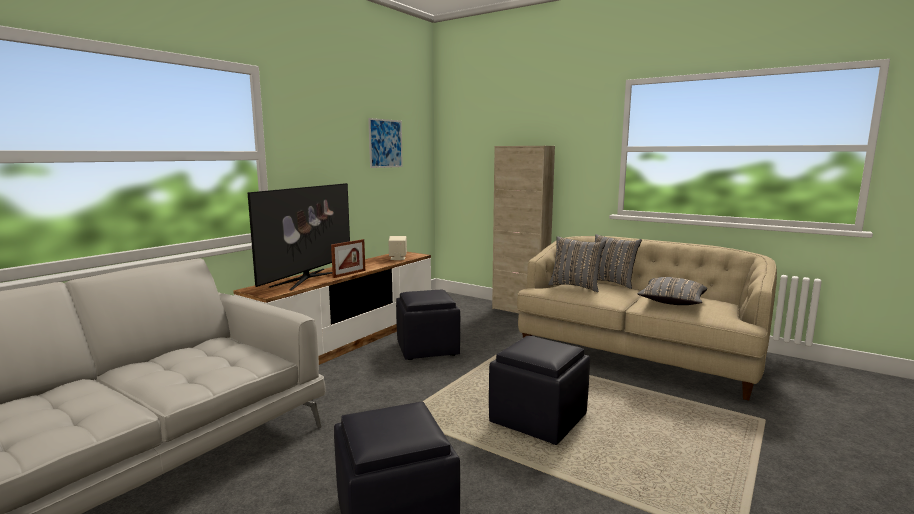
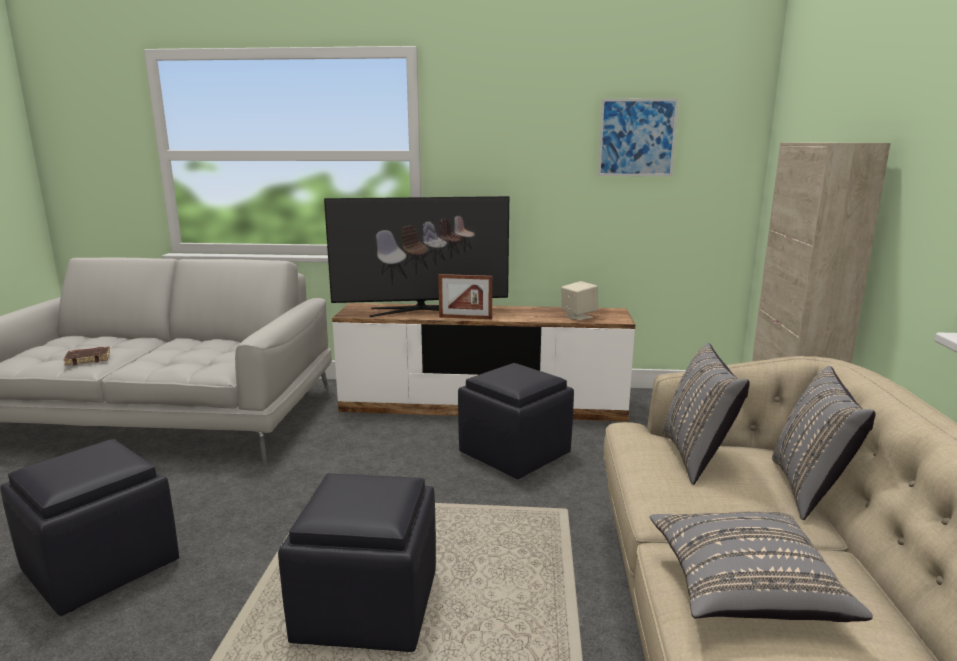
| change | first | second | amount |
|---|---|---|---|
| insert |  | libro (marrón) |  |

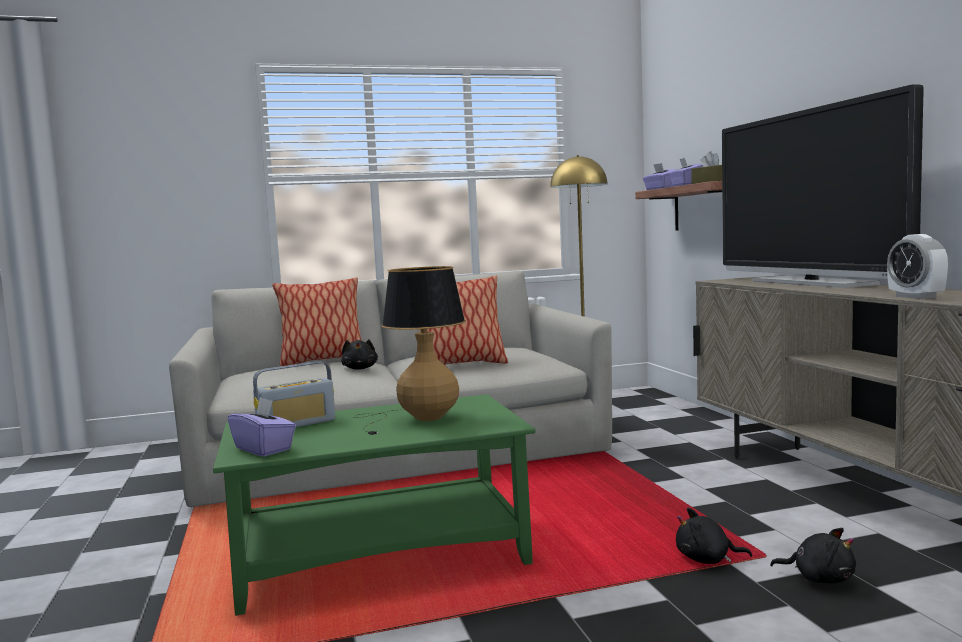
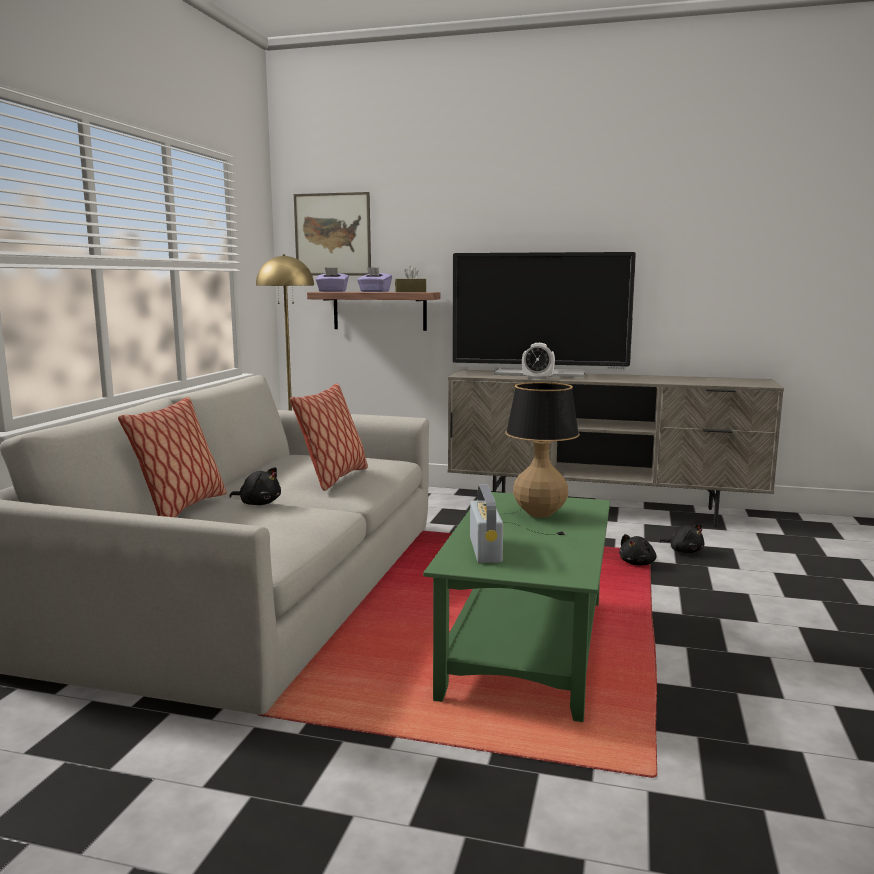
| change | first | second | amount |
|---|---|---|---|
| move | despertador |  |  |
| delete | caja de pañuelos (morado) (1st from left) |  |  |
| rotate | peluche (negro) (3rd from left) |  | 75 degrees clockwise |
| insert |  | cuadro |  |

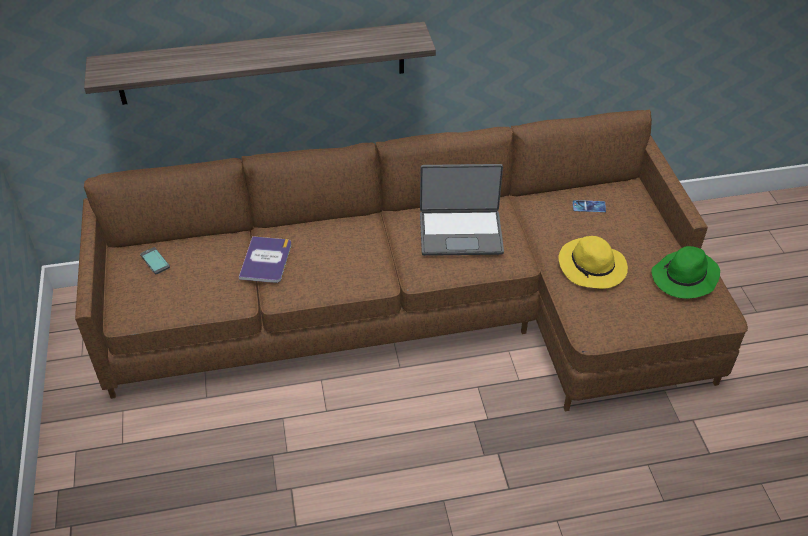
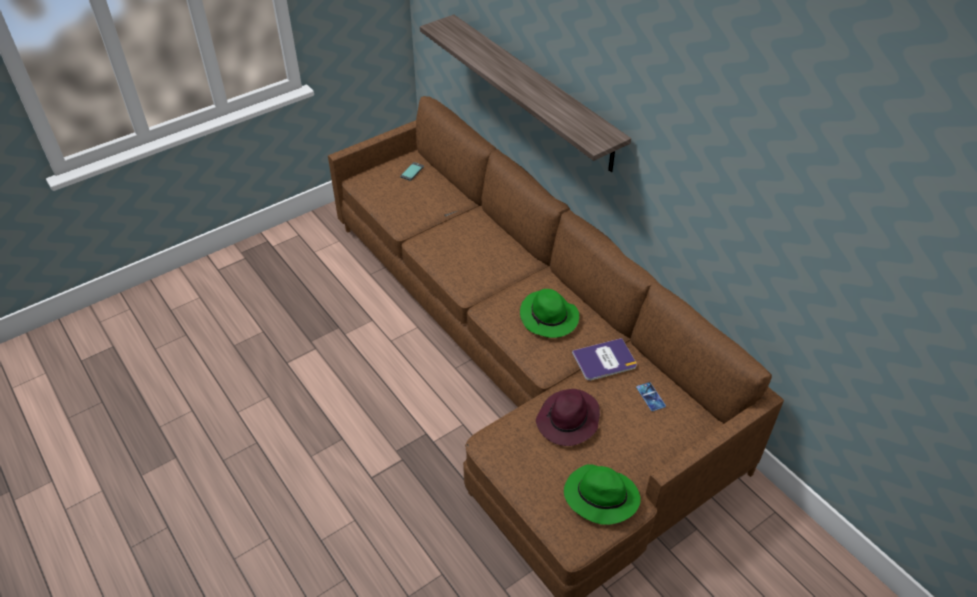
| change | first | second | amount |
|---|---|---|---|
| replace | portátil | sombrero (verde) (1st from left) |  |
| move | libro |  |  |
| recolor | sombrero (amarillo) | sombrero (morado) |  |

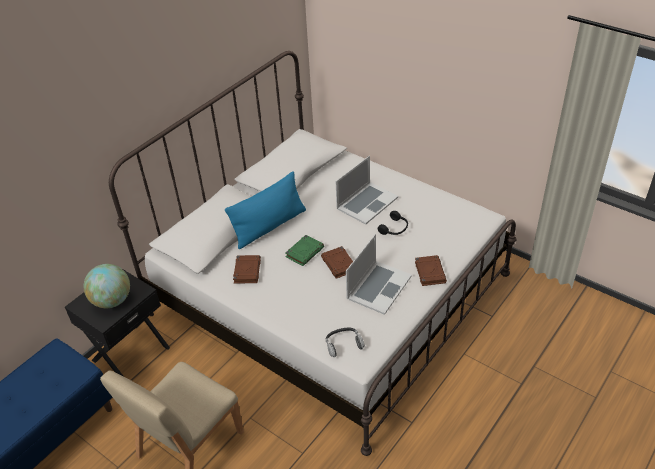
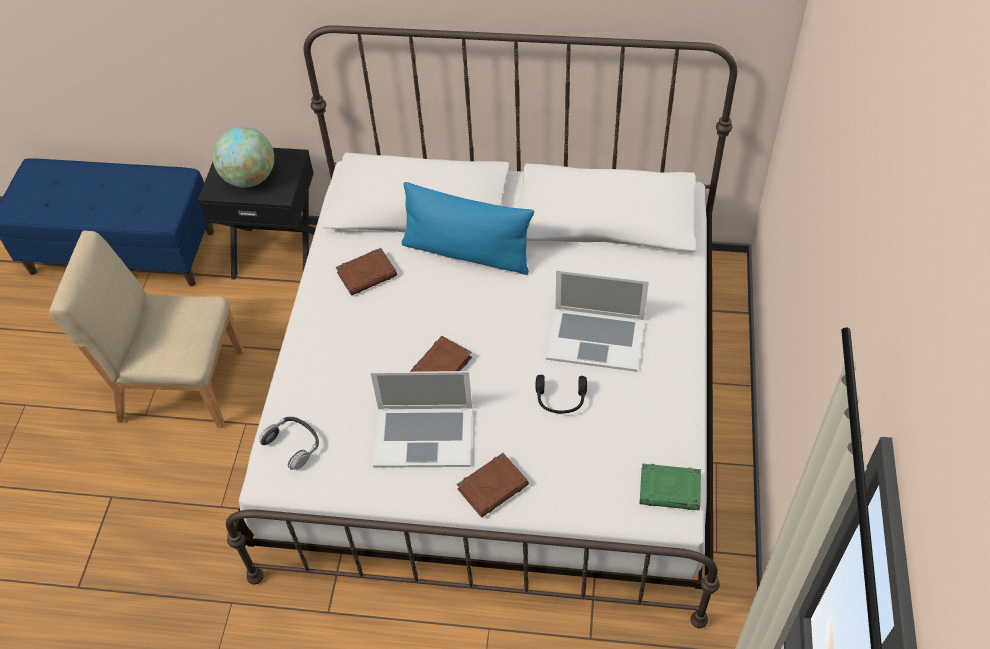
| change | first | second | amount |
|---|---|---|---|
| move | libro (verde) |  |  |

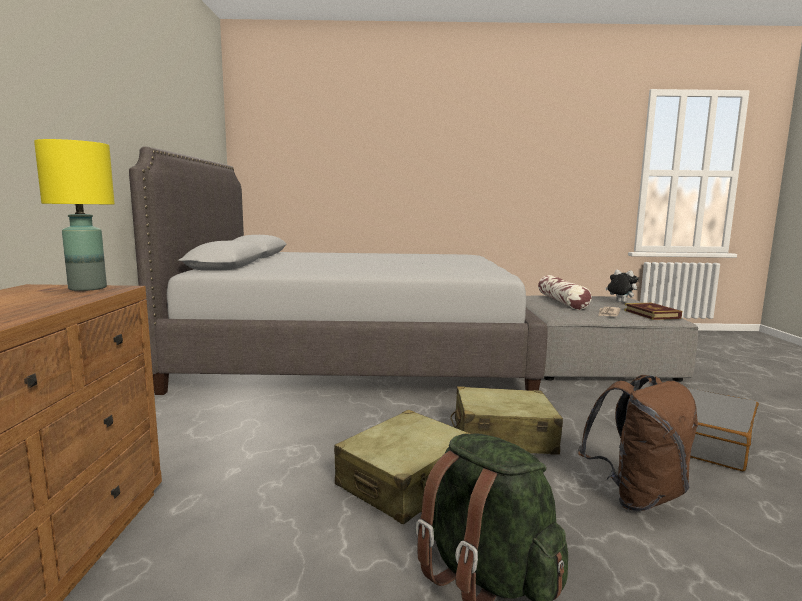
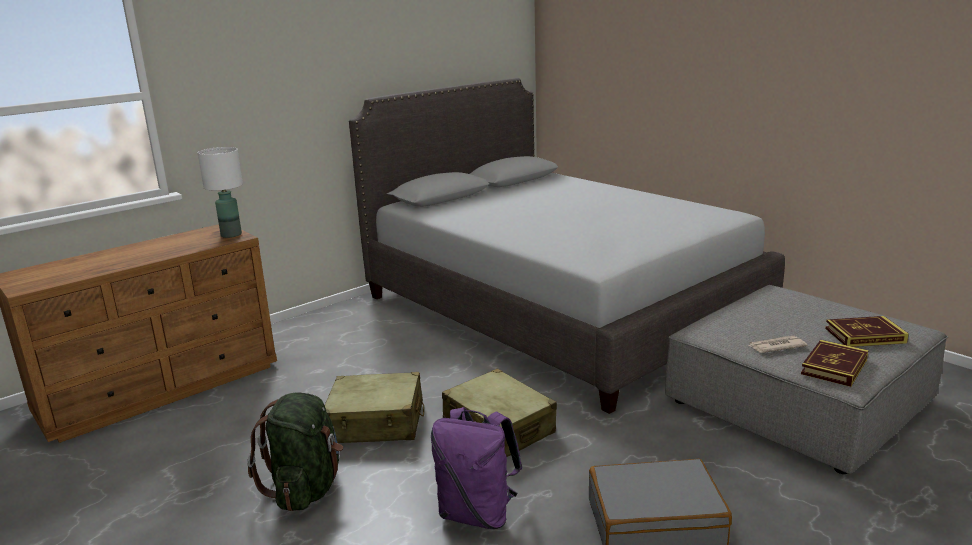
| change | first | second | amount |
|---|---|---|---|
| recolor | lámpara de mesa (amarillo) | lámpara de mesa (blanco) |  |
| replace | peluche | libro (2nd from left) |  |
| delete | cojín |  |  |
| recolor | mochila (marrón) | mochila (morado) |  |

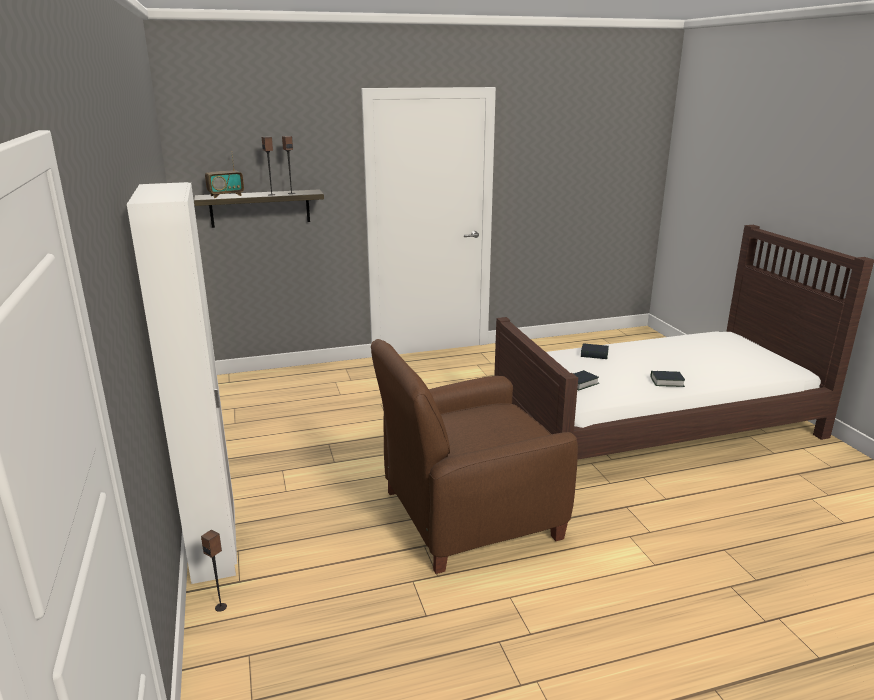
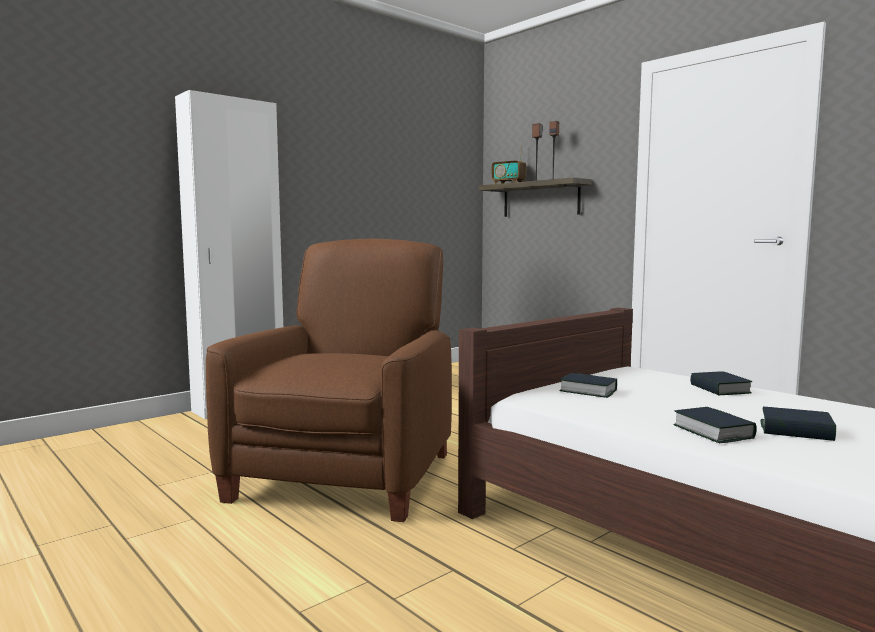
| change | first | second | amount |
|---|---|---|---|
| rotate | sillón (marrón) |  | 60 degrees clockwise |
| delete | altavoz (1st from left) |  |  |
| insert |  | libro (4th from left) |  |

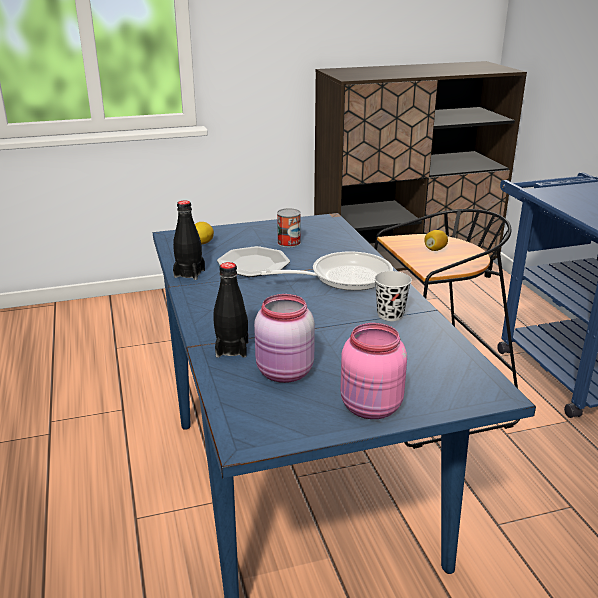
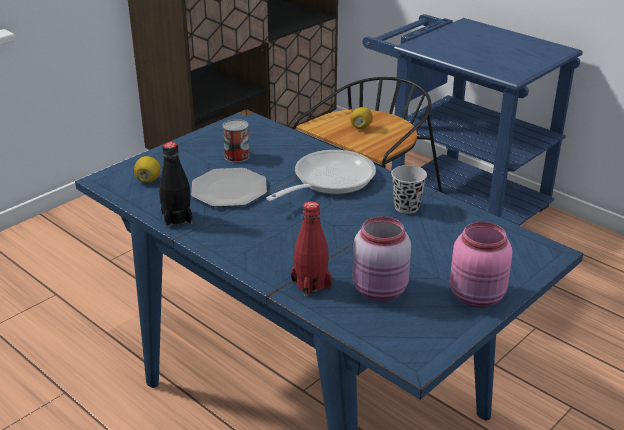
| change | first | second | amount |
|---|---|---|---|
| recolor | botella (negro) (2nd from left) | botella (rojo) |  |

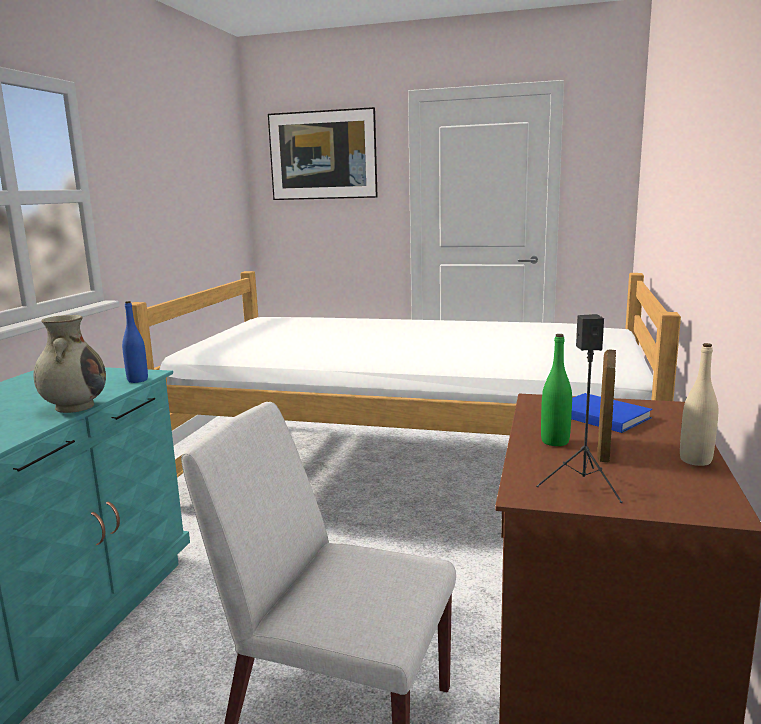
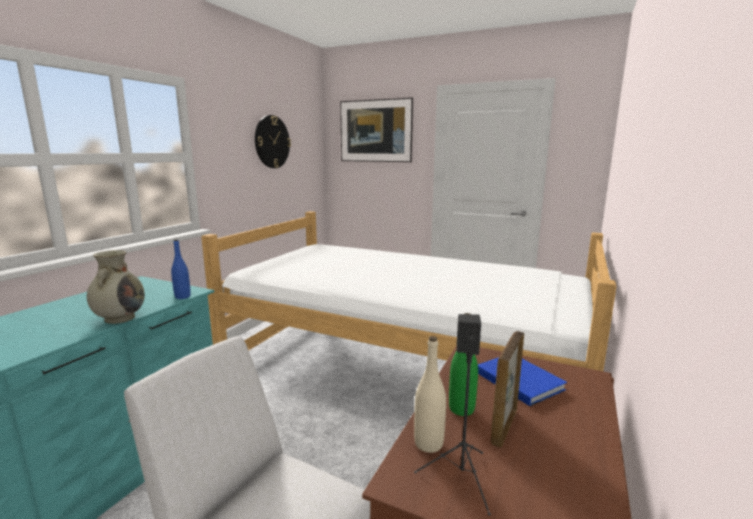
| change | first | second | amount |
|---|---|---|---|
| move | botella (beis) |  |  |
| insert |  | reloj de pared |  |

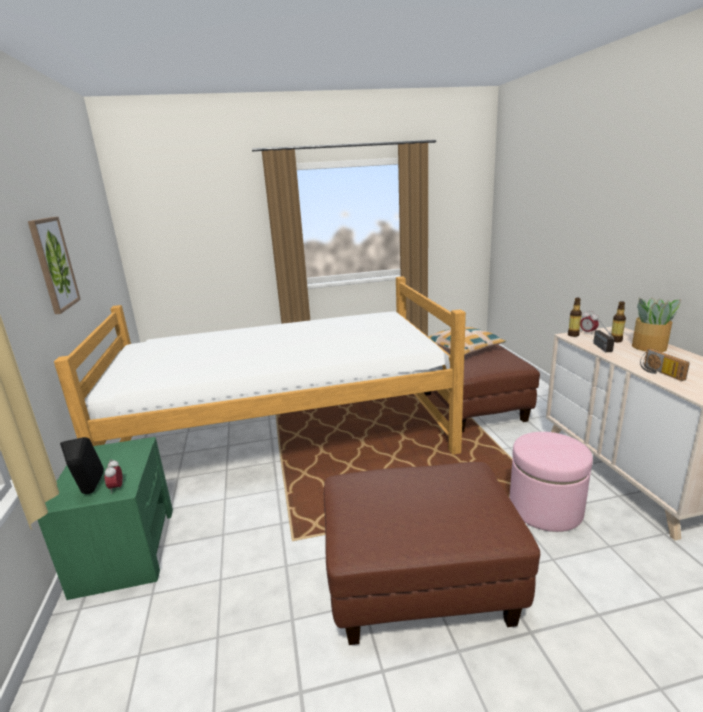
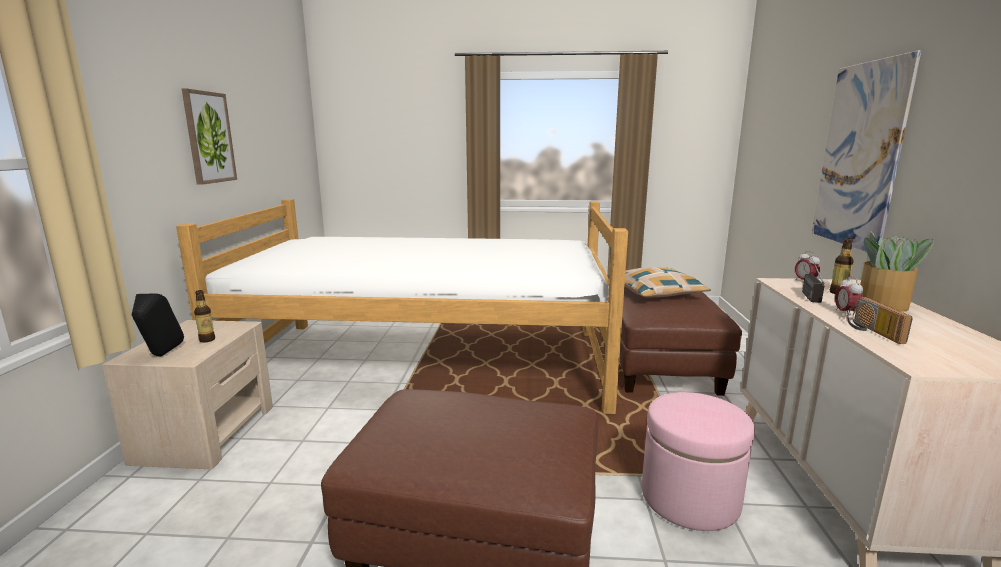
| change | first | second | amount |
|---|---|---|---|
| move | botella (1st from left) |  |  |
| recolor | mesita de noche (verde) | mesita de noche (beis) |  |
| move | despertador (1st from left in the first image) | despertador (2nd from left) |  |
| insert |  | cuadro (2nd from left) |  |

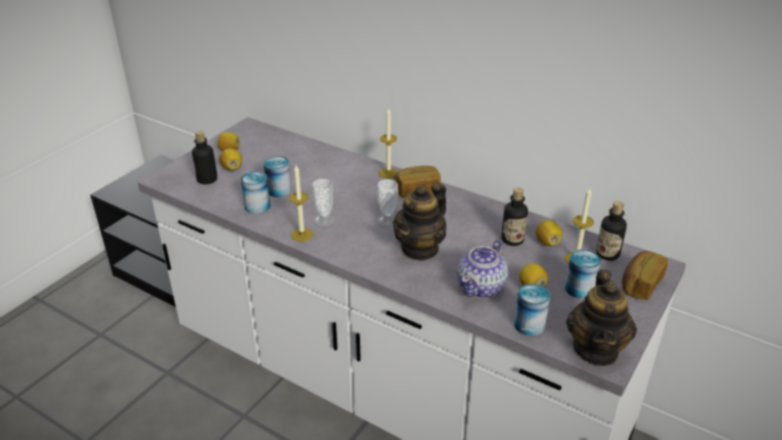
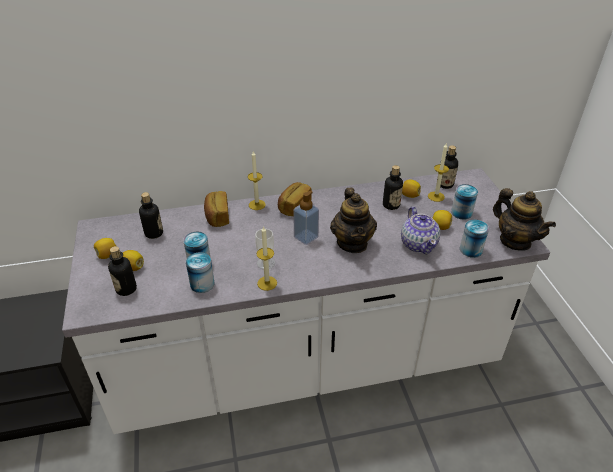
| change | first | second | amount |
|---|---|---|---|
| replace | taza (2nd from left) | dispensador de jabón |  |
| move | pan (2nd from left in the first image) | pan (1st from left) |  |
| insert |  | botella (2nd from left) |  |

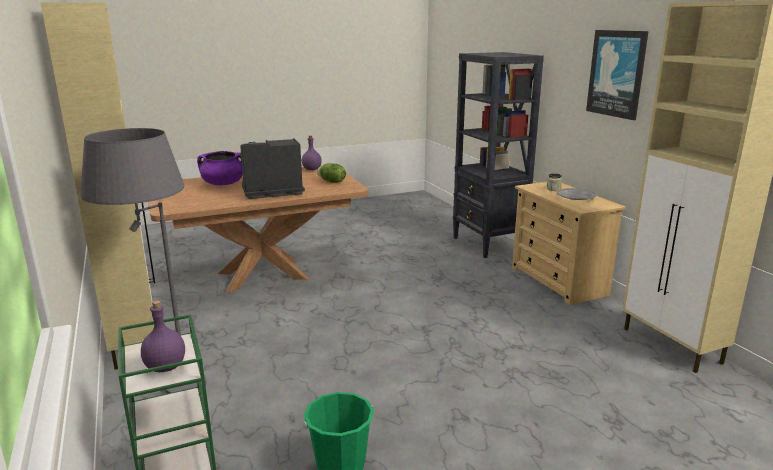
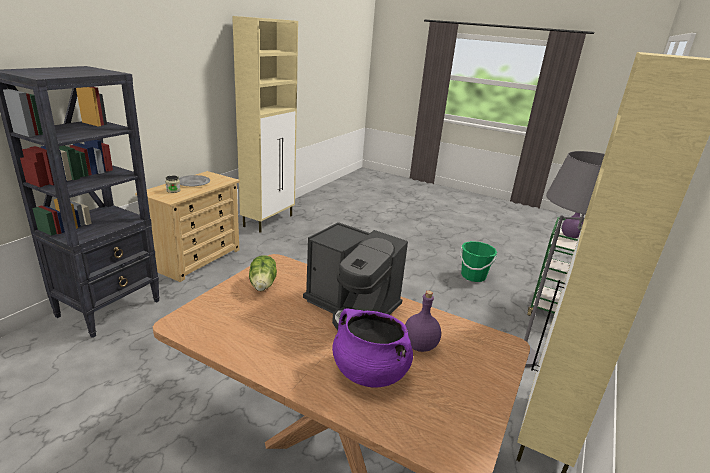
| change | first | second | amount |
|---|---|---|---|
| delete | cuadro |  |  |
| move | botella (morado) (2nd from left in the first image) | botella (morado) (1st from left) |  |

